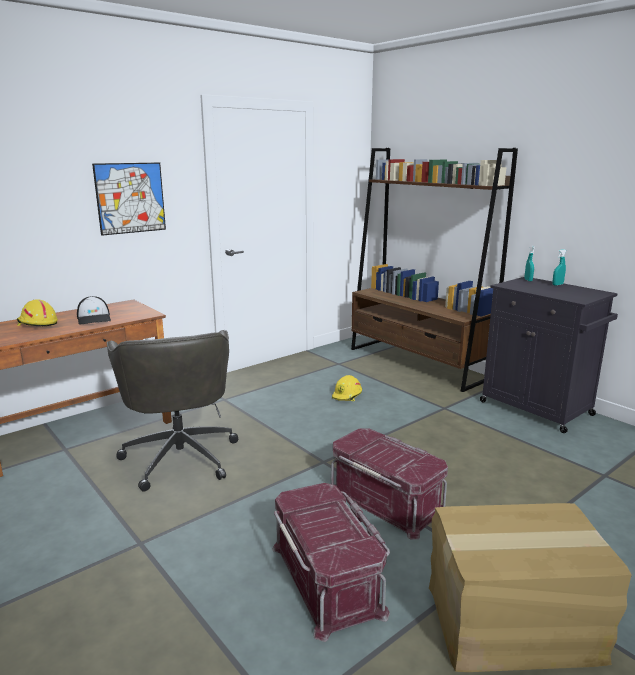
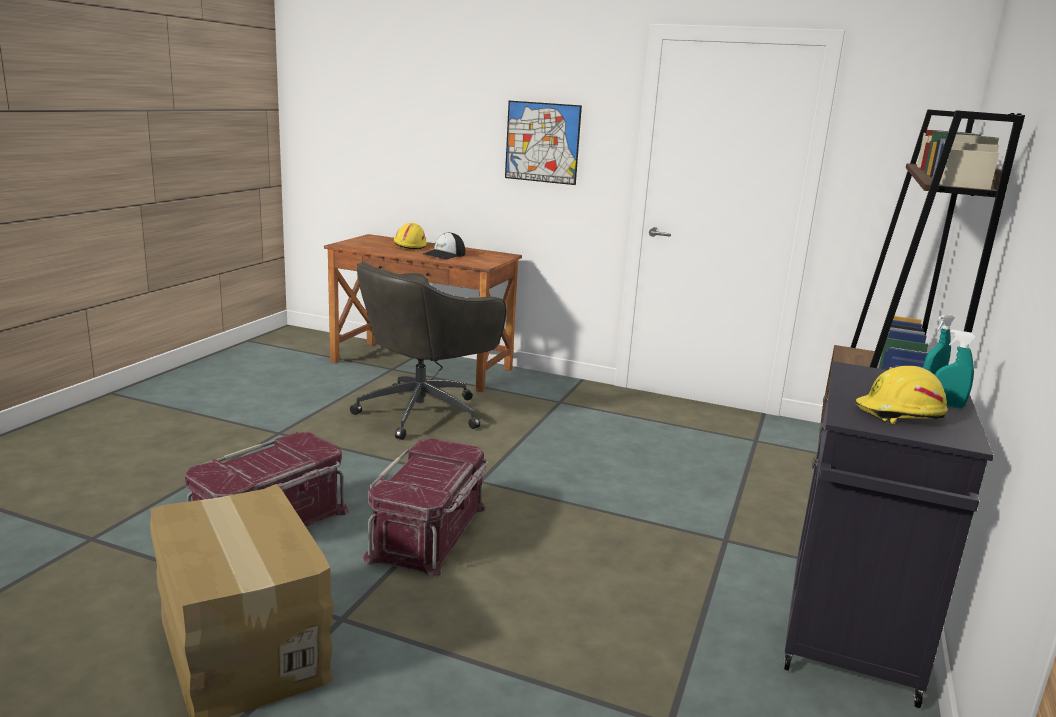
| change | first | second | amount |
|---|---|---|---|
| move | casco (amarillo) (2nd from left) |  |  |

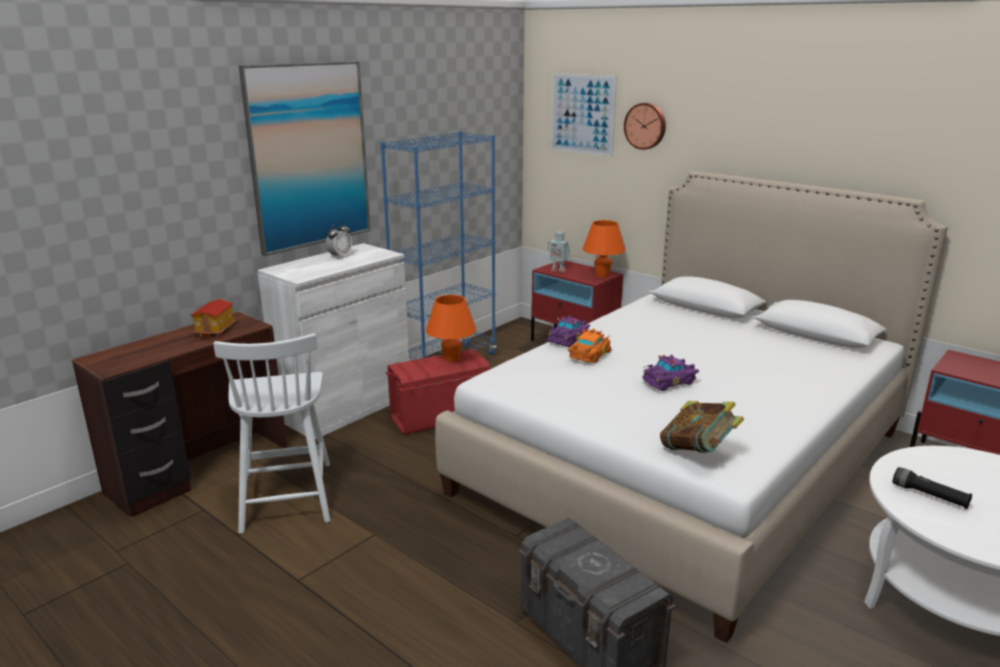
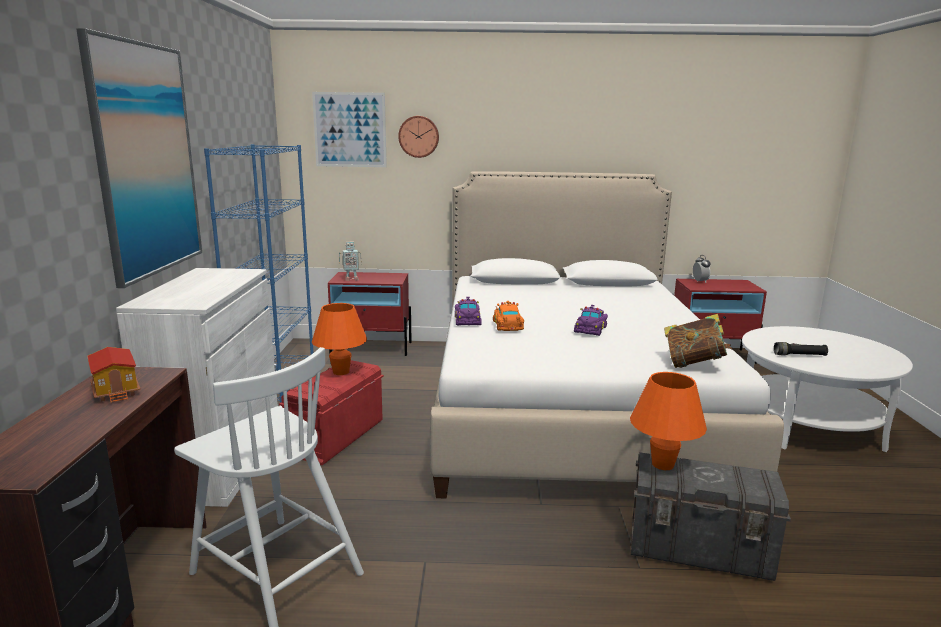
| change | first | second | amount |
|---|---|---|---|
| move | lámpara de mesa (naranja) (2nd from left) |  |  |
| move | despertador |  |  |

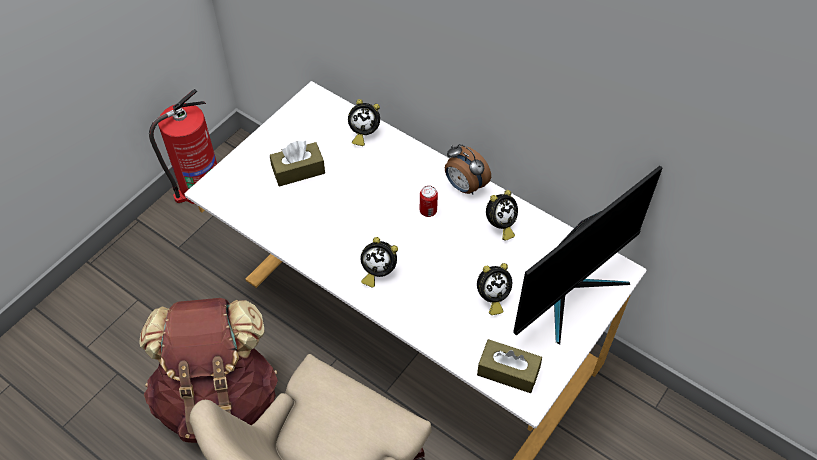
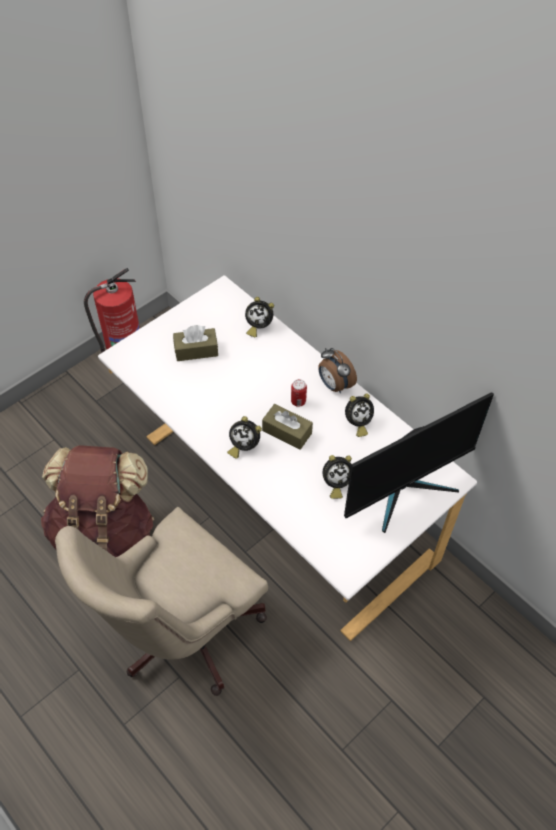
| change | first | second | amount |
|---|---|---|---|
| move | caja de pañuelos (marrón) (2nd from left) |  |  |

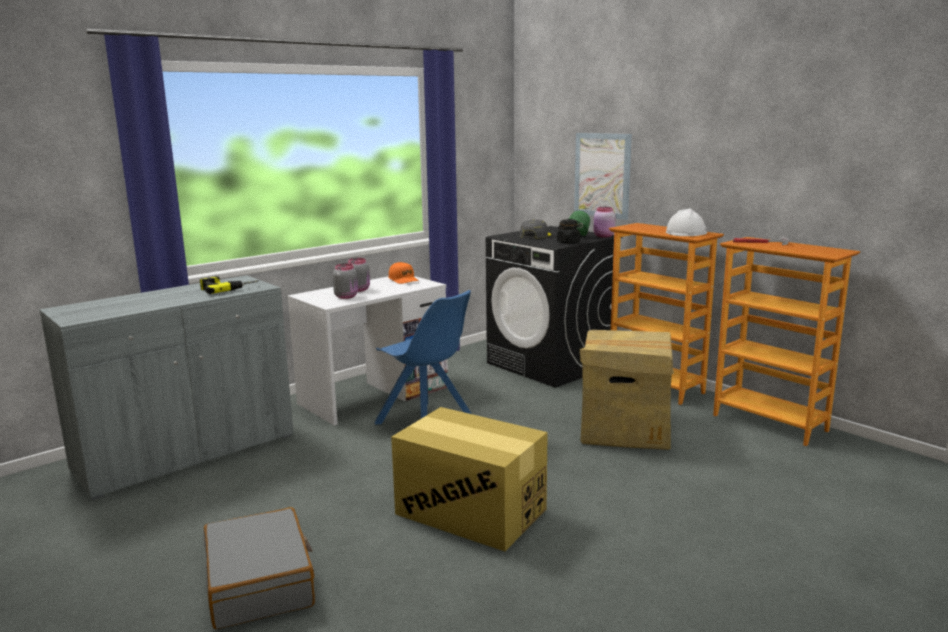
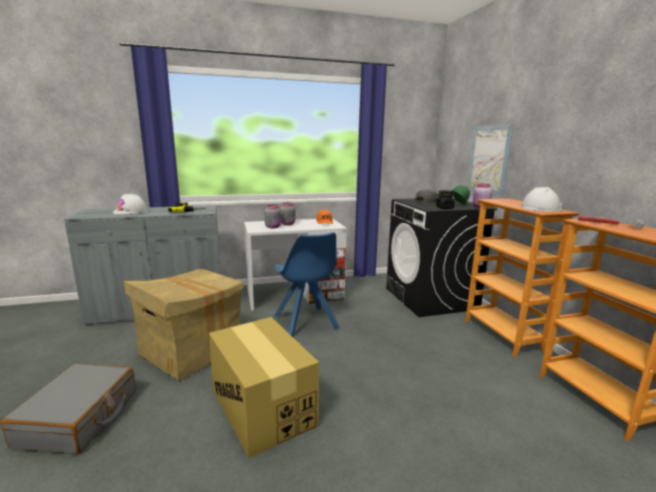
| change | first | second | amount |
|---|---|---|---|
| move | caja de cartón (2nd from left in the first image) | caja de cartón (1st from left) |  |
| insert |  | casco (blanco) (1st from left) |  |

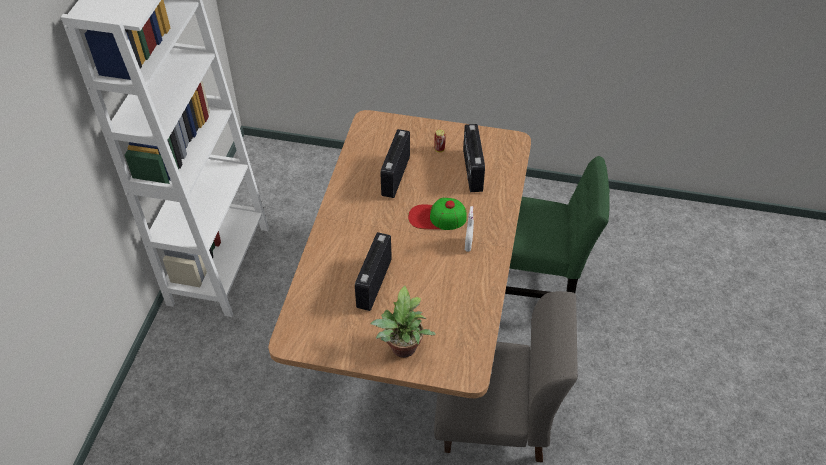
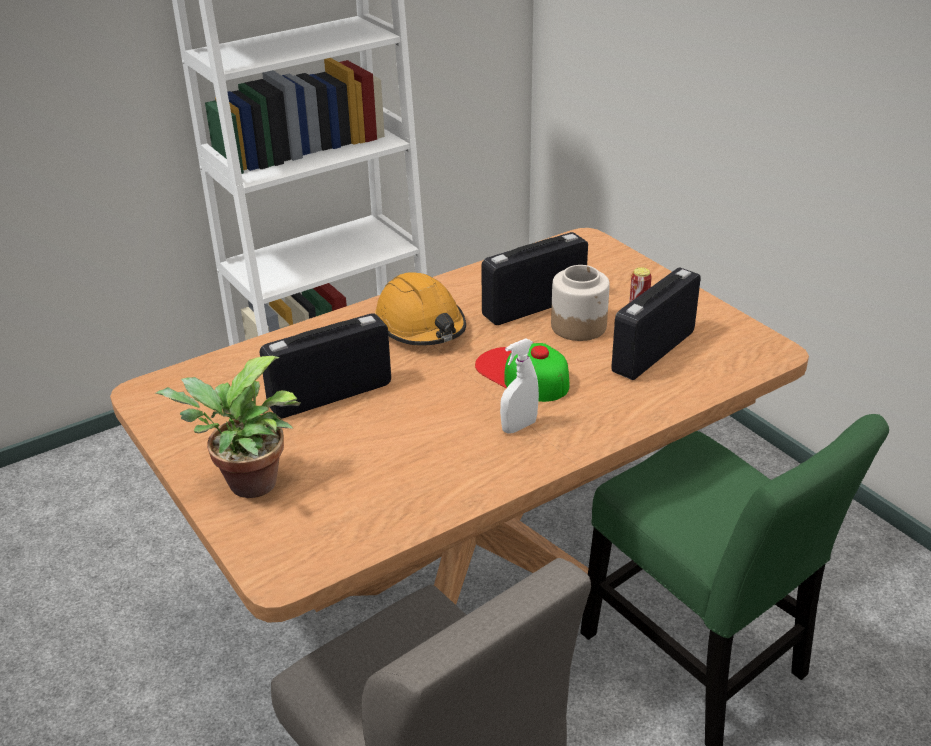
| change | first | second | amount |
|---|---|---|---|
| insert |  | tarro |  |
| insert |  | casco (naranja) |  |

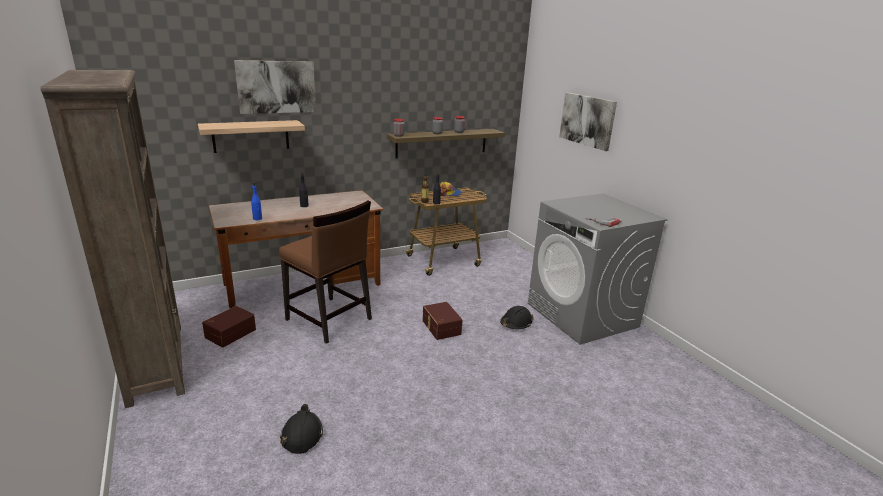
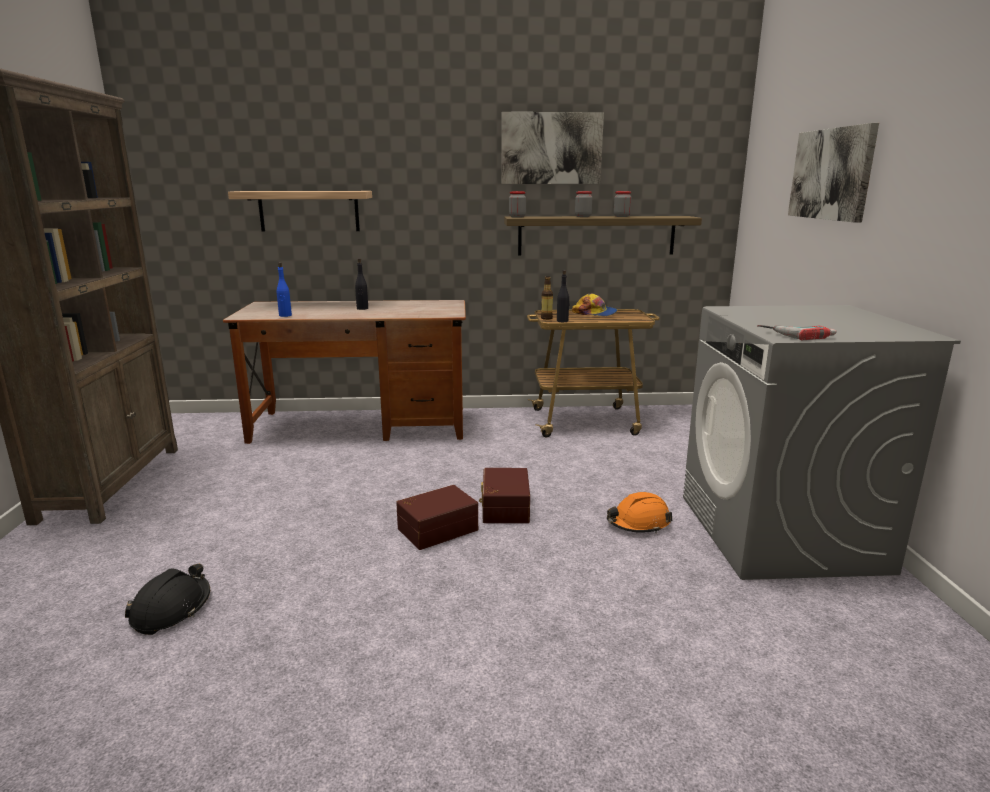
| change | first | second | amount |
|---|---|---|---|
| move | cuadro (1st from left) |  |  |
| delete | silla (marrón) |  |  |
| move | caja de almacenaje (marrón) (1st from left) |  |  |
| recolor | casco (negro) (2nd from left) | casco (naranja) |  |

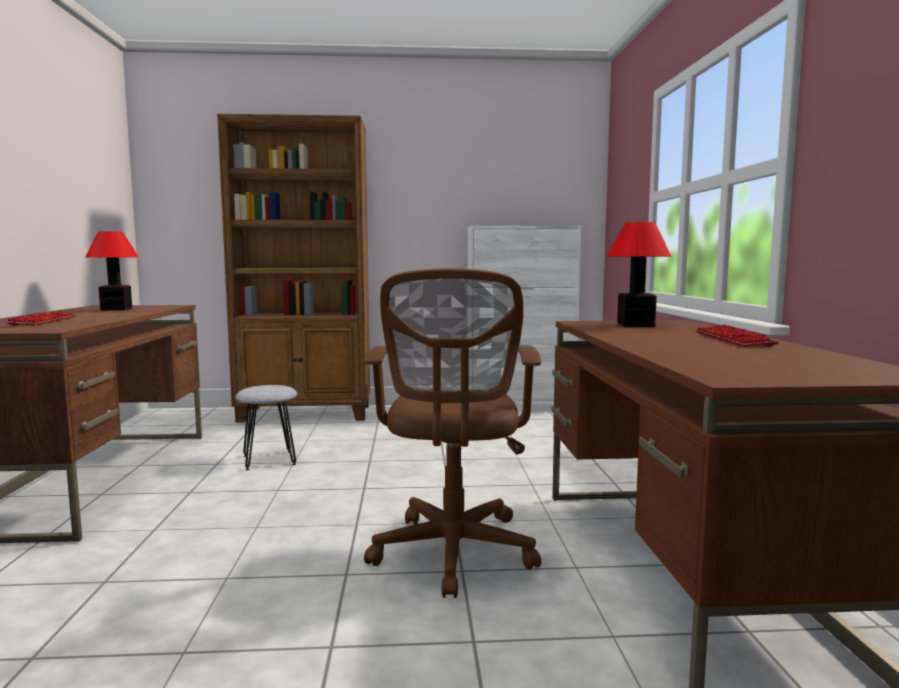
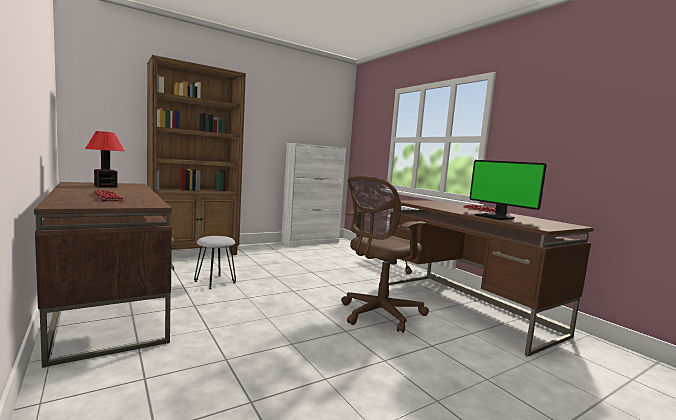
| change | first | second | amount |
|---|---|---|---|
| delete | lámpara de mesa (2nd from left) |  |  |
| rotate | silla de oficina (marrón) |  | 75 degrees clockwise |
| insert |  | monitor |  |

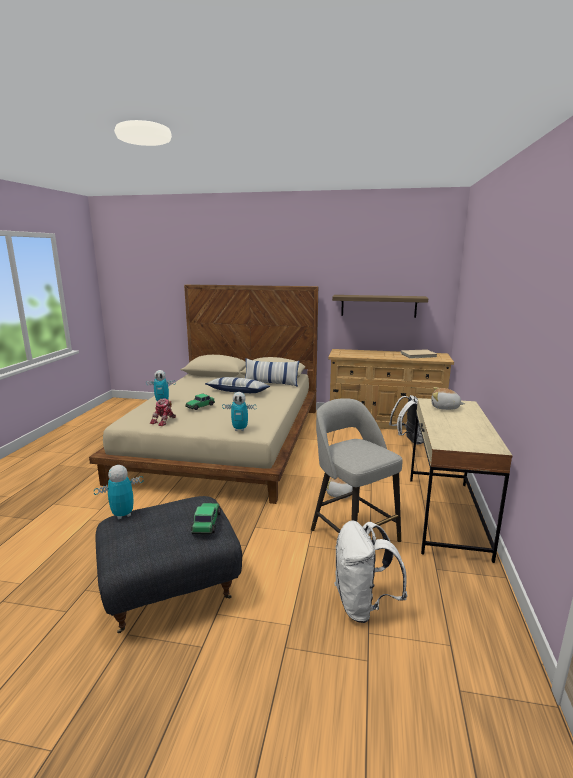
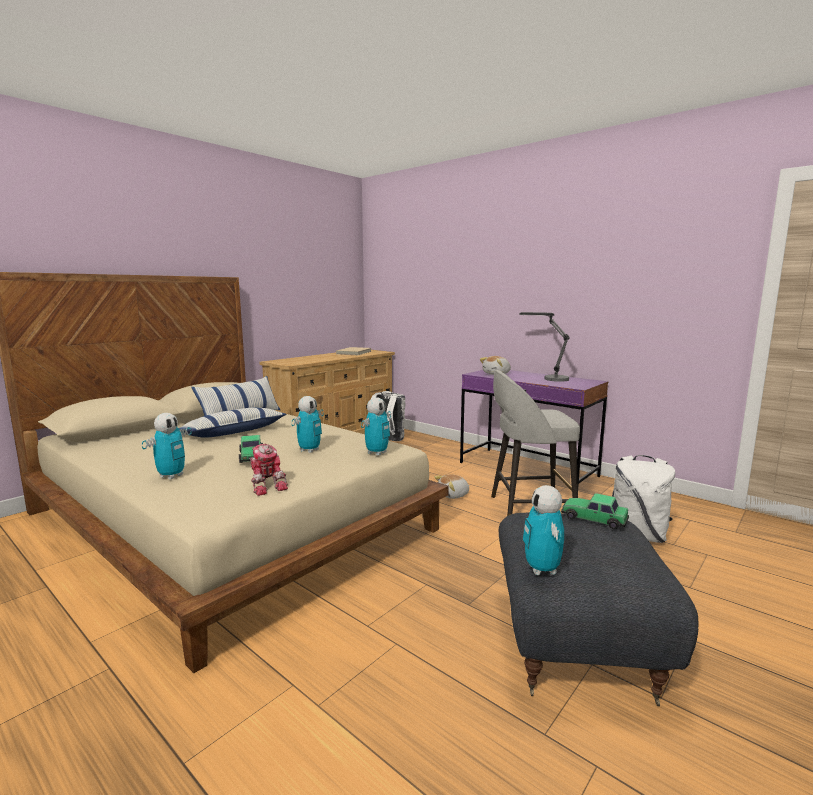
| change | first | second | amount |
|---|---|---|---|
| delete | estante |  |  |
| recolor | escritorio (beis) | escritorio (morado) |  |
| insert |  | lámpara de mesa |  |
| insert |  | robot de juguete (3rd from left) |  |

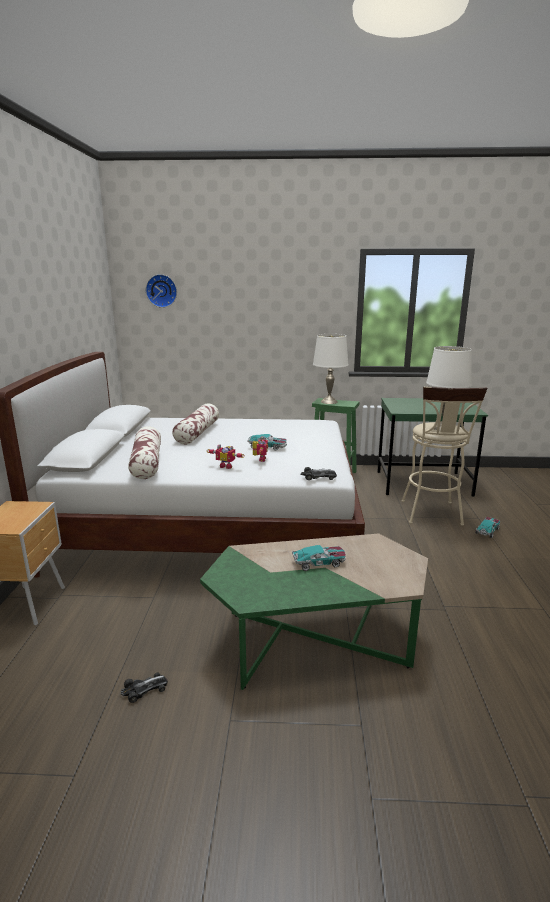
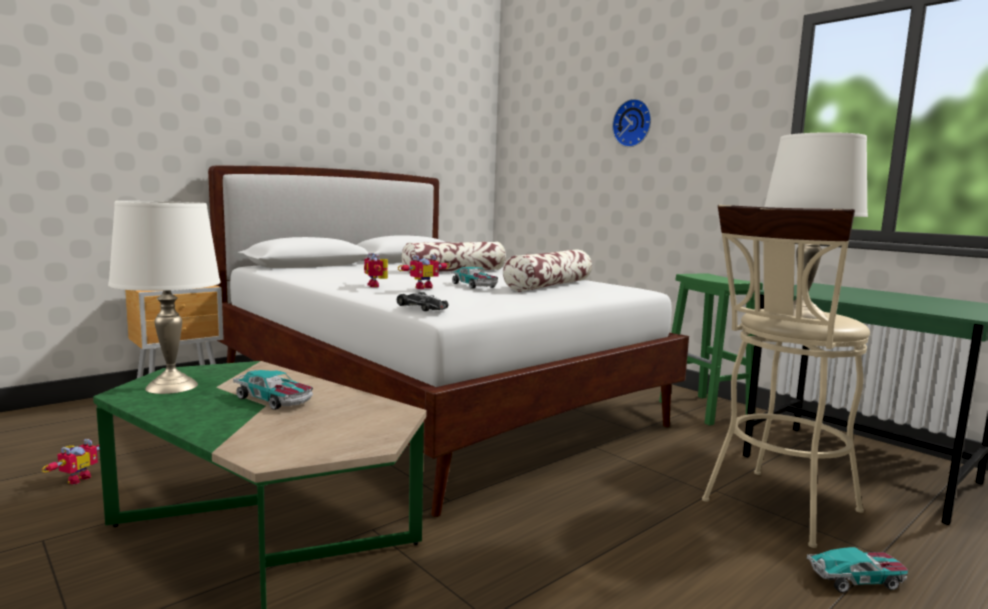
| change | first | second | amount |
|---|---|---|---|
| move | reloj de pared |  |  |
| move | lámpara de mesa (blanco) (1st from left) |  |  |
| move | cojín (1st from left in the first image) | cojín (2nd from left) |  |
| replace | coche de juguete (1st from left) | robot de juguete (1st from left) |  |

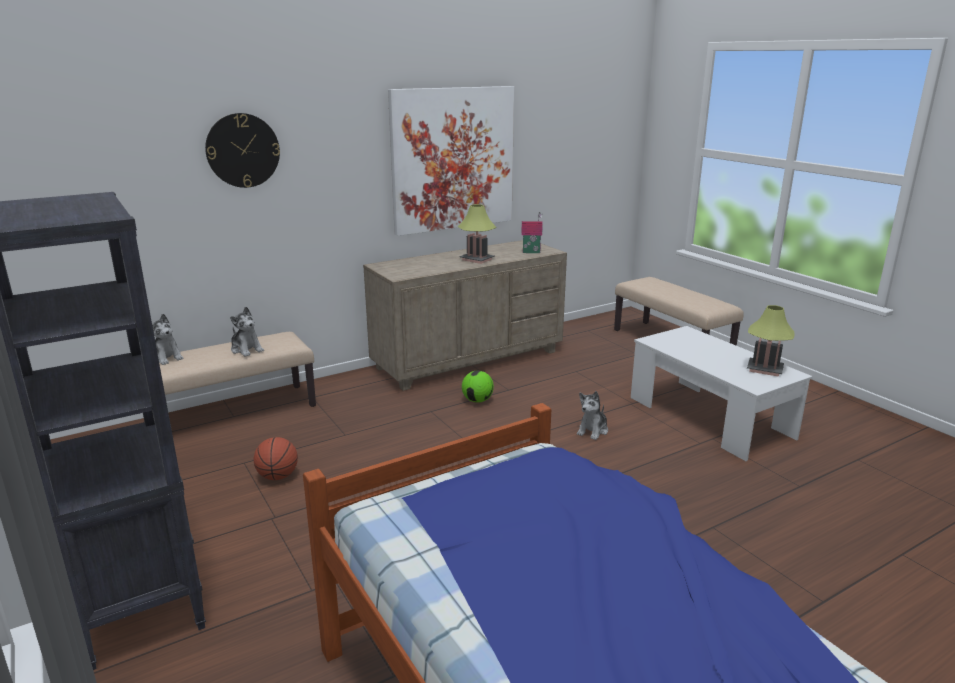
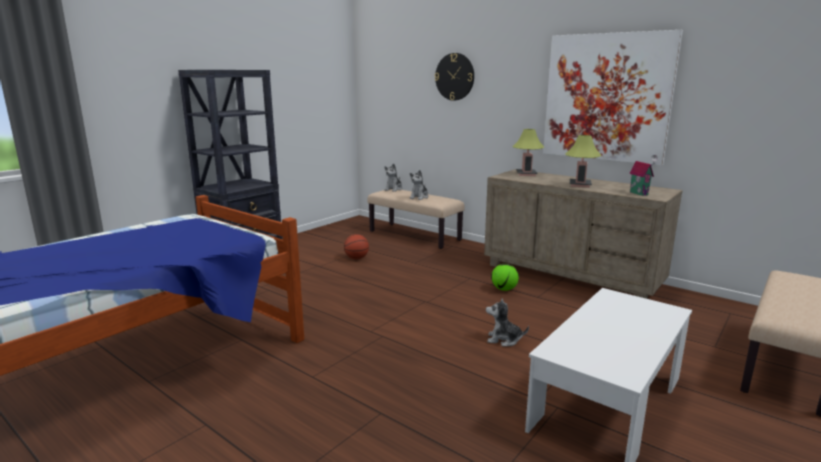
| change | first | second | amount |
|---|---|---|---|
| move | lámpara de mesa (2nd from left in the first image) | lámpara de mesa (1st from left) |  |

